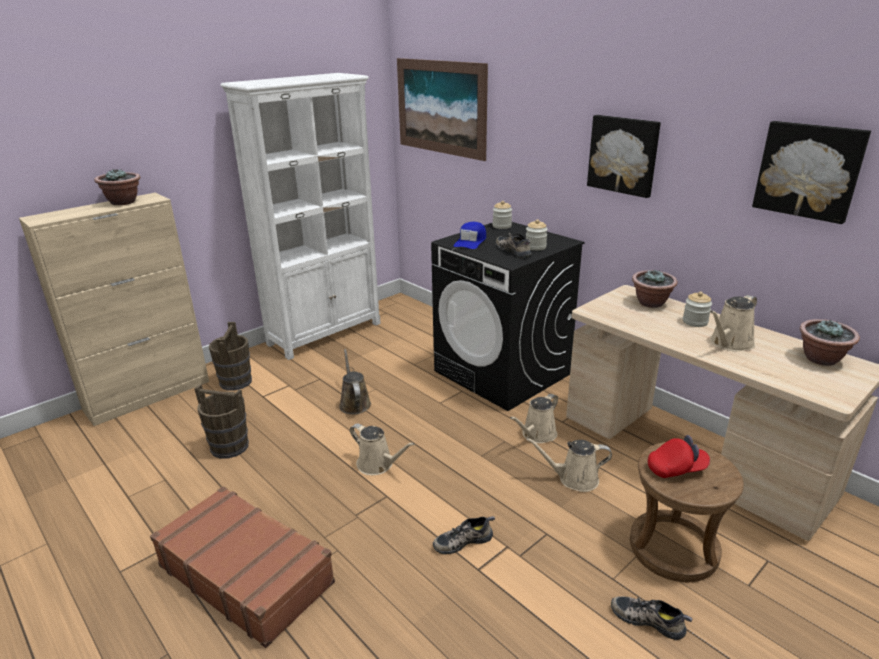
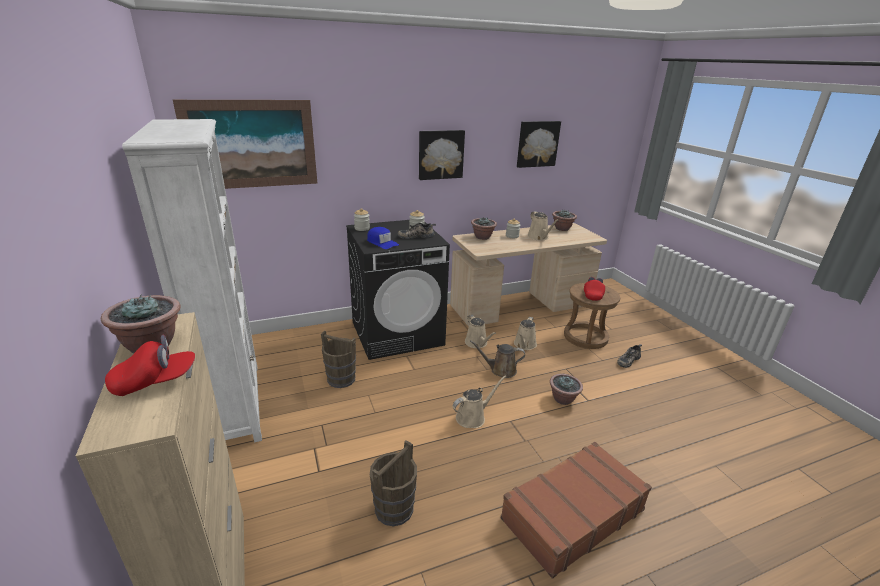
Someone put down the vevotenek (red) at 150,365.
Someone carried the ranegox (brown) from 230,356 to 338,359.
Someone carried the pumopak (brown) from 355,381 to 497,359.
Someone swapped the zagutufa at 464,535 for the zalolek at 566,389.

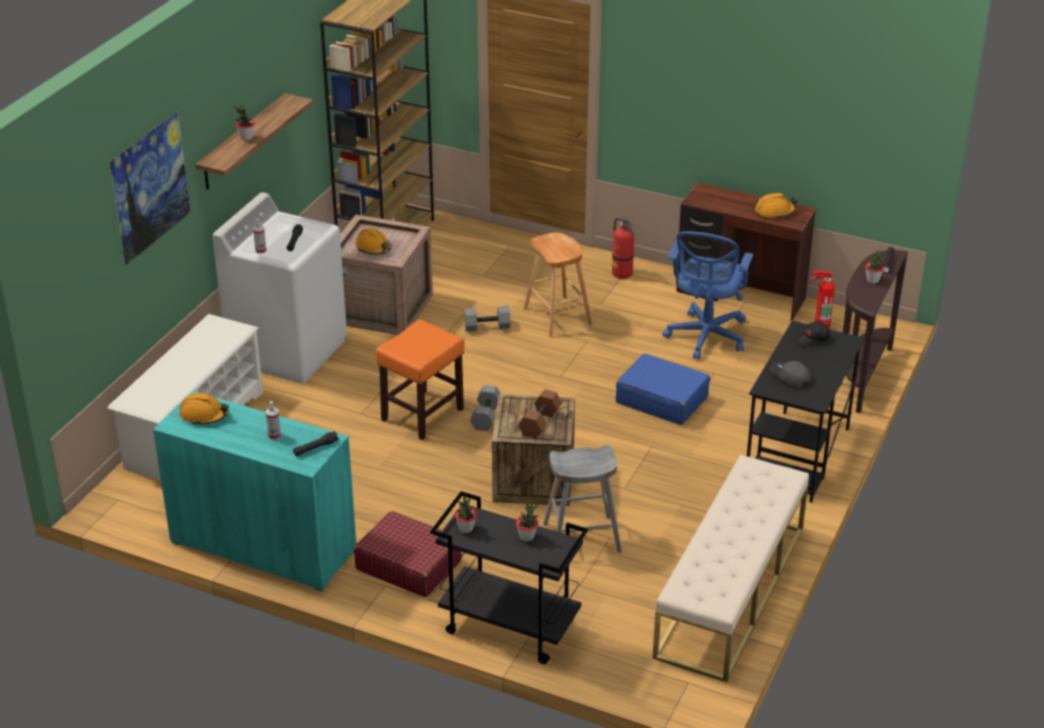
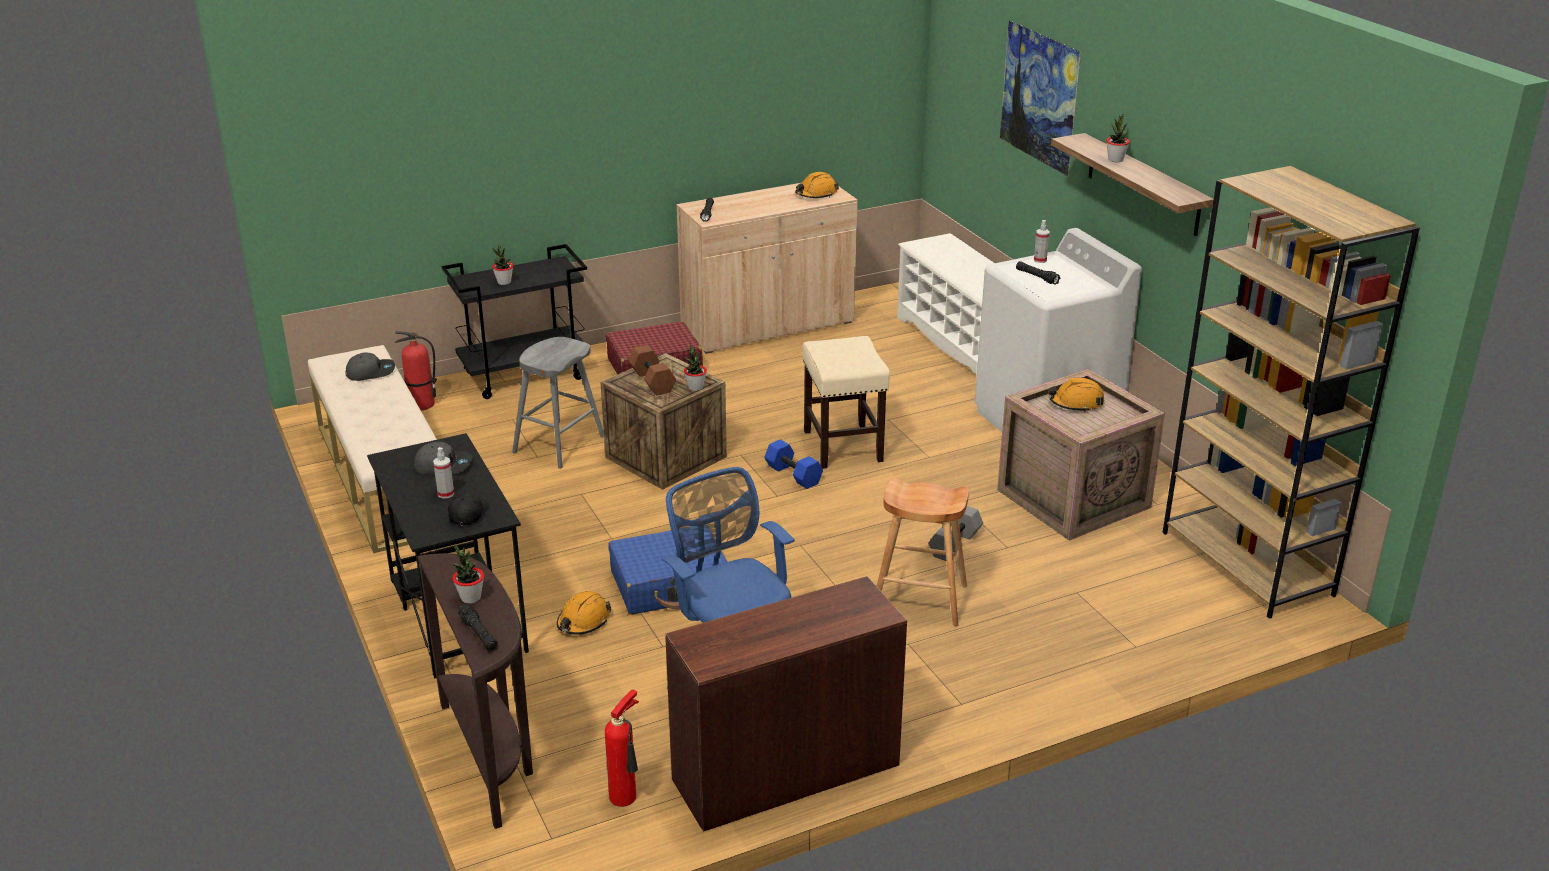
Someone put down the vevotenek (grey) at 370,367.
Someone carried the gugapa from 273,420 to 443,472.
Someone carried the zalolek from 465,514 to 695,367.
Someone carried the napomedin from 623,248 to 416,370.
Someone carried the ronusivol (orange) from 776,206 to 583,613.
Someone repainted the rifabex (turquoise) at 254,491, which became the rifabex (beige) at 767,268.
Someone repainted the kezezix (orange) at 420,379, which became the kezezix (beige) at 846,402.
Someone repainted the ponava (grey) at 485,408, which became the ponava (blue) at 793,464.

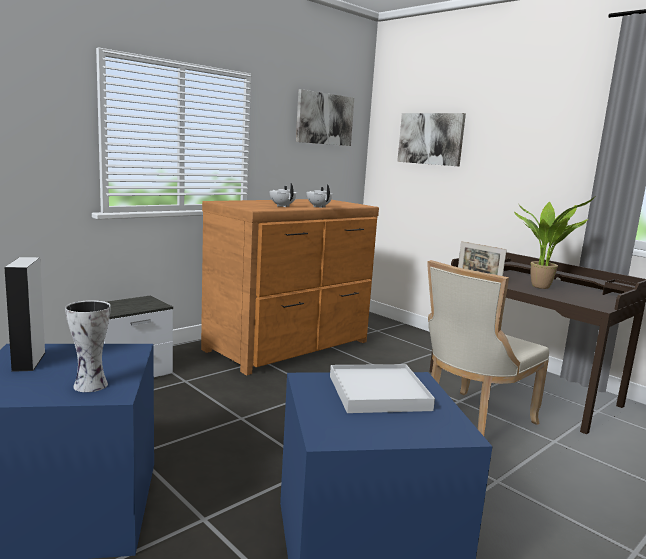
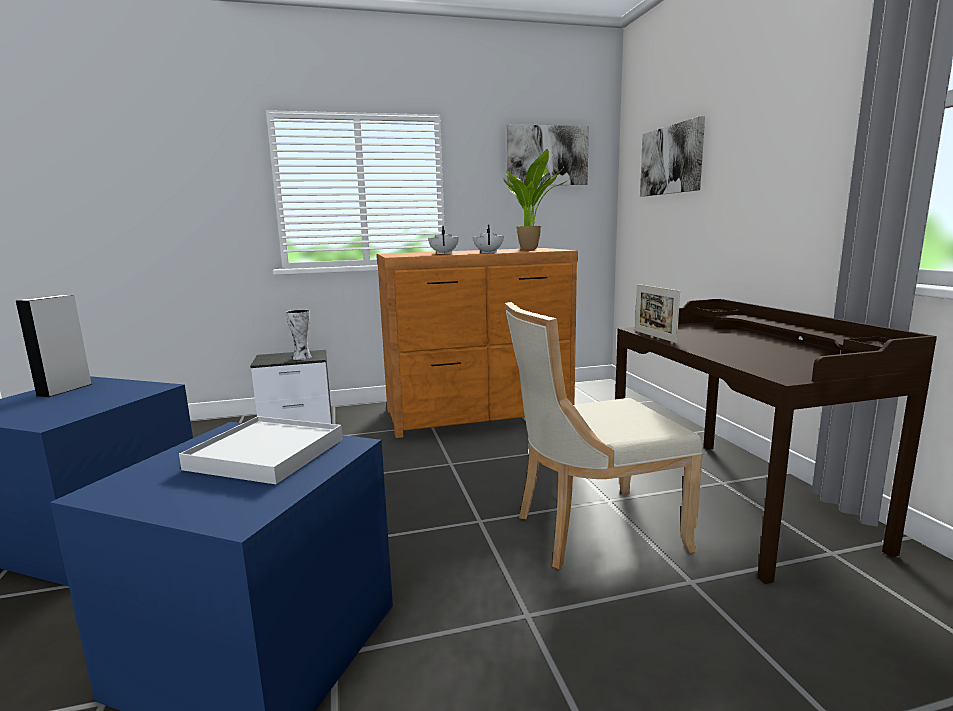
Someone carried the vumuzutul from 88,346 to 298,334.
Someone carried the zalolek from 555,242 to 536,199.

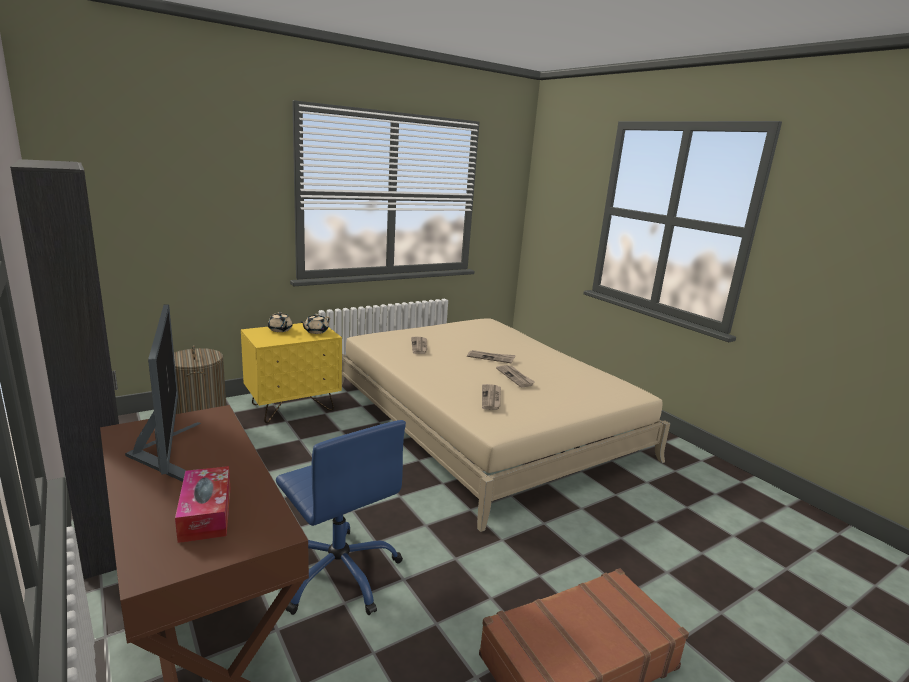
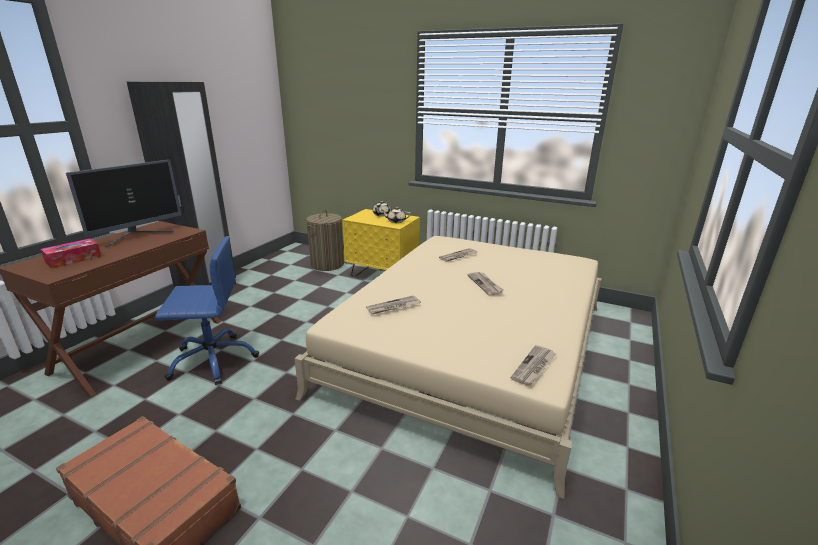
Someone carried the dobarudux from 515,376 to 533,365.
Someone rotated the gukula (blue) at 341,517 by 120 degrees counterclockwise.

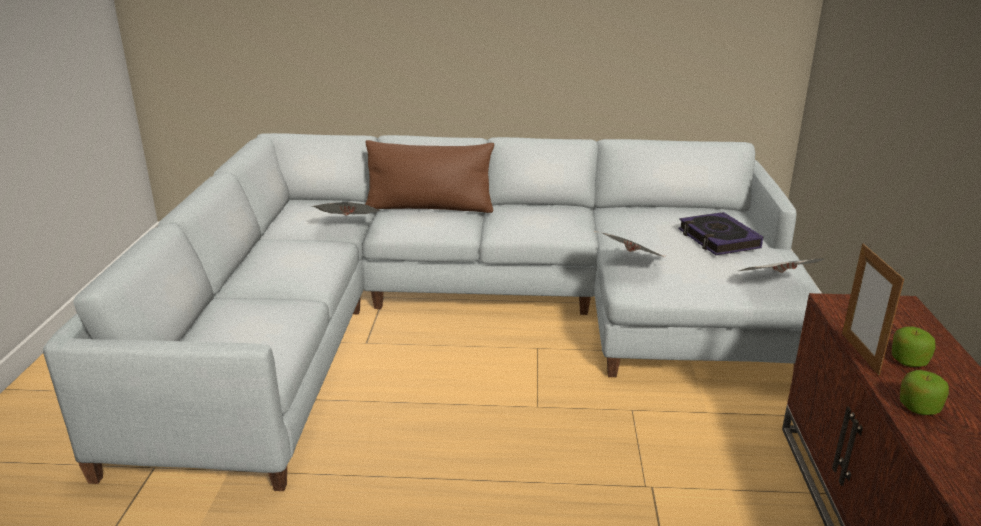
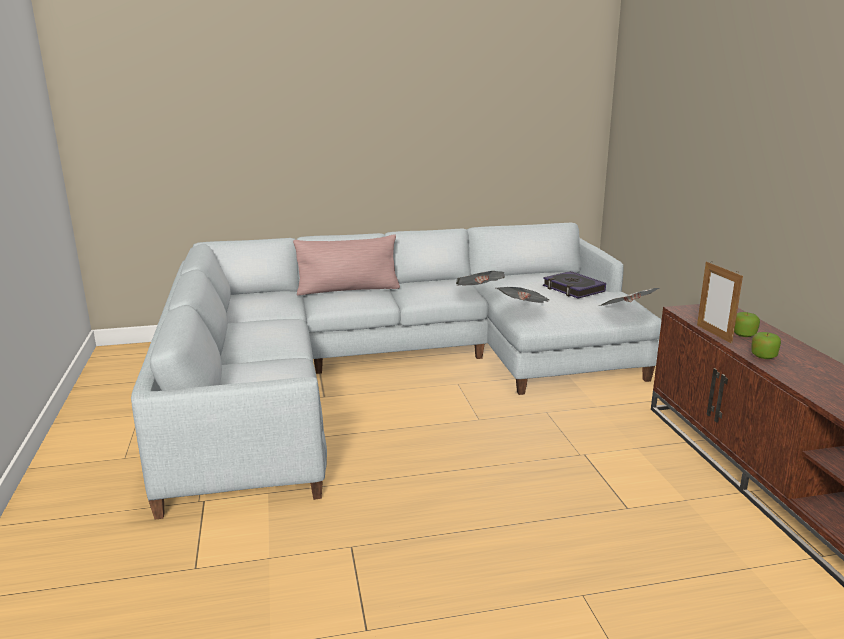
Someone carried the dobarudux from 346,209 to 480,278.
Someone repainted the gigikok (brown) at 429,176, which became the gigikok (pink) at 346,265.

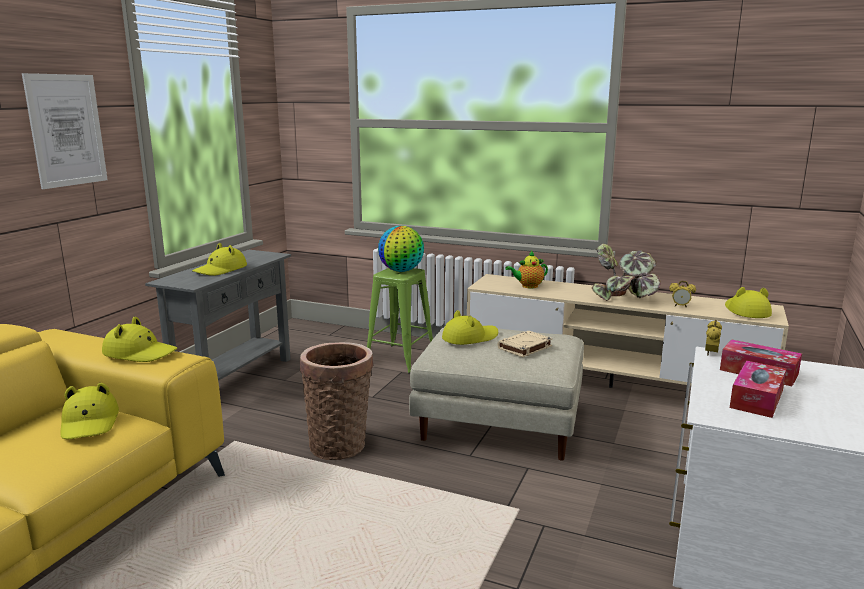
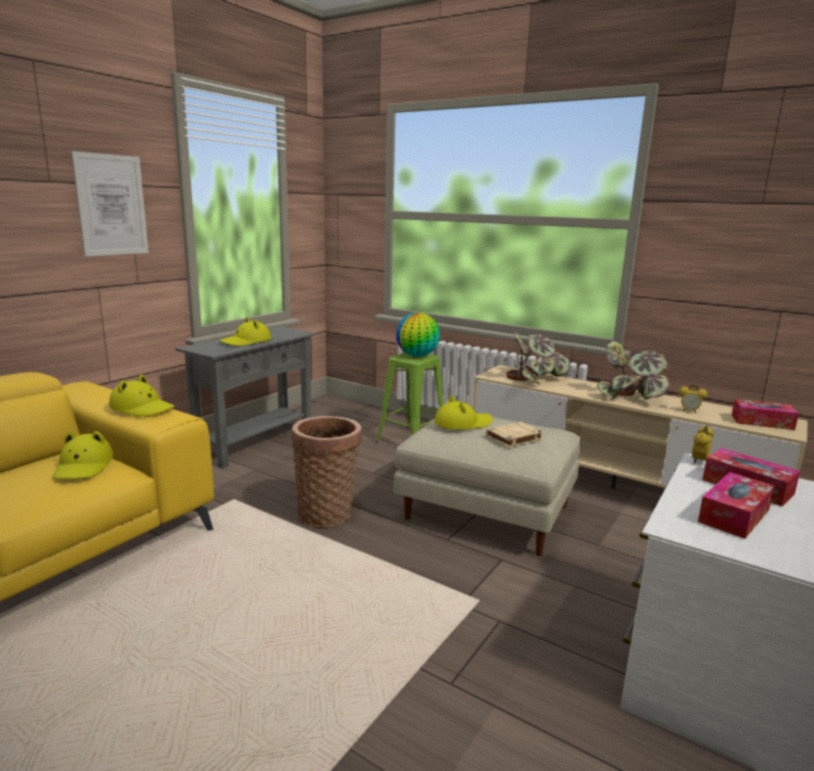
Someone swapped the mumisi at 526,269 for the zalolek at 538,358.
Someone swapped the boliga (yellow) at 748,302 for the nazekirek at 765,414.

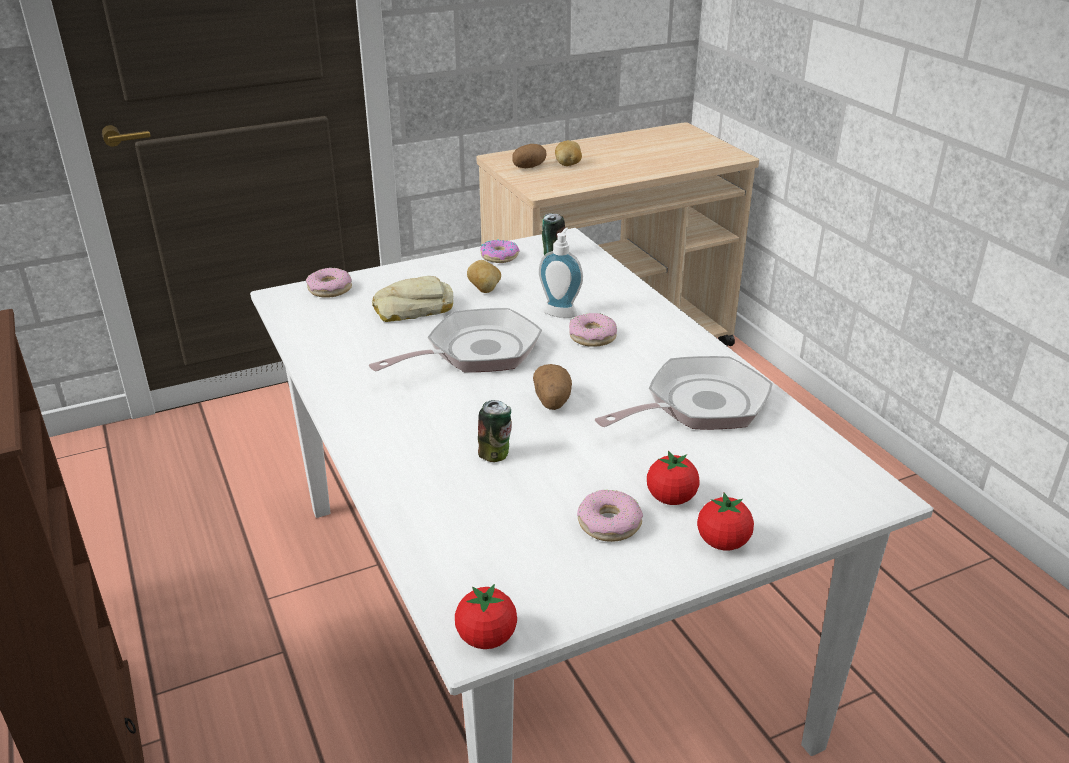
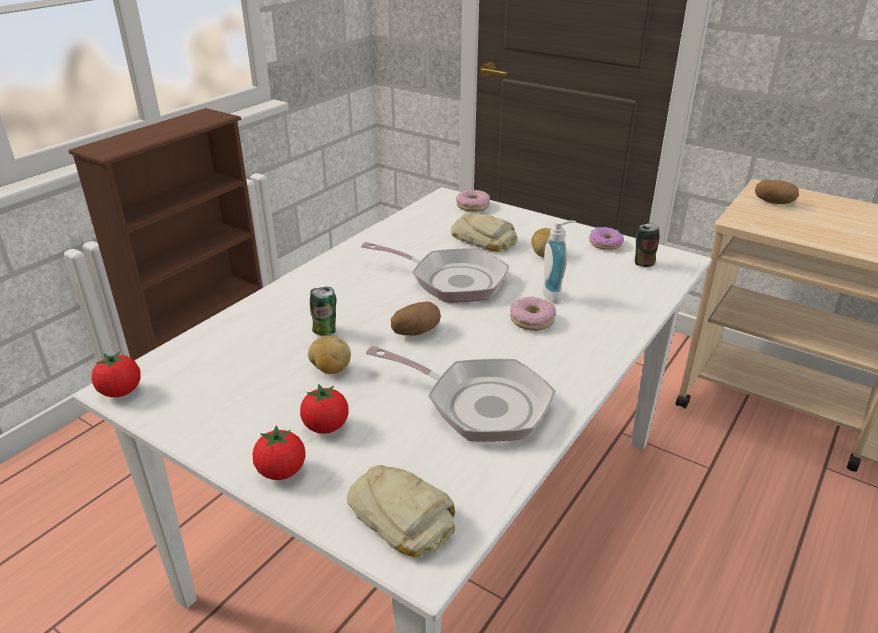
Someone took away the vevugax at 610,516.
Someone put down the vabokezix at 401,511.
Someone carried the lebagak from 568,153 to 329,355.

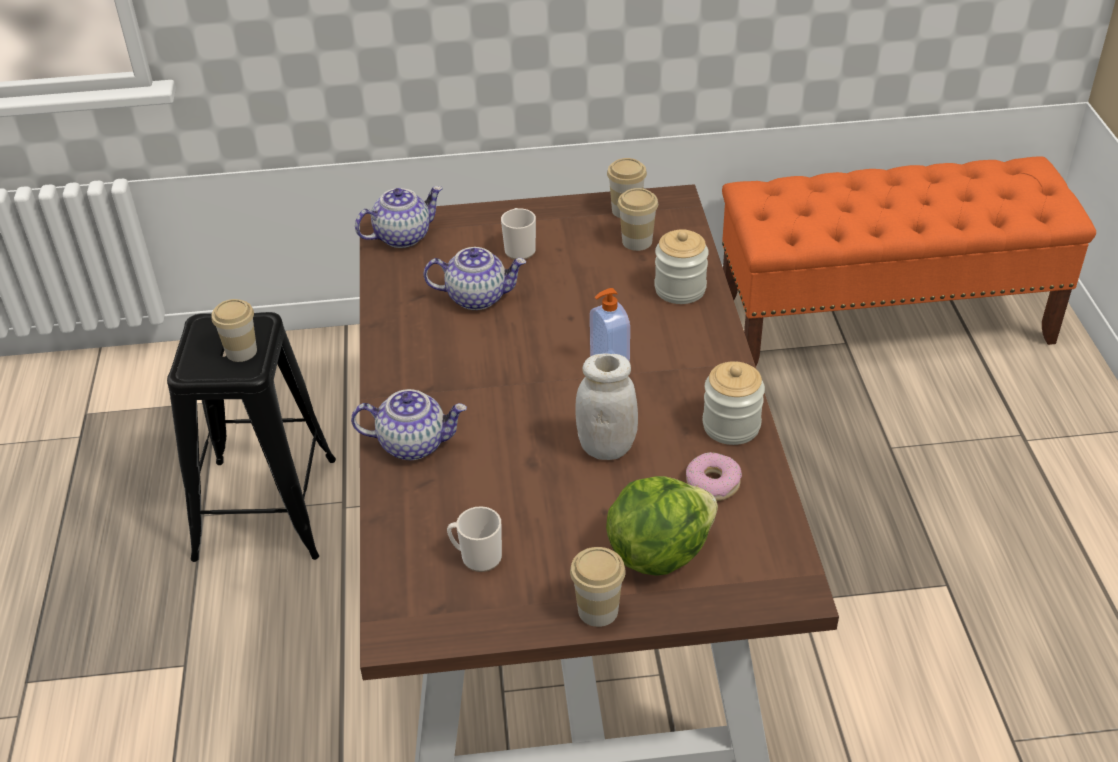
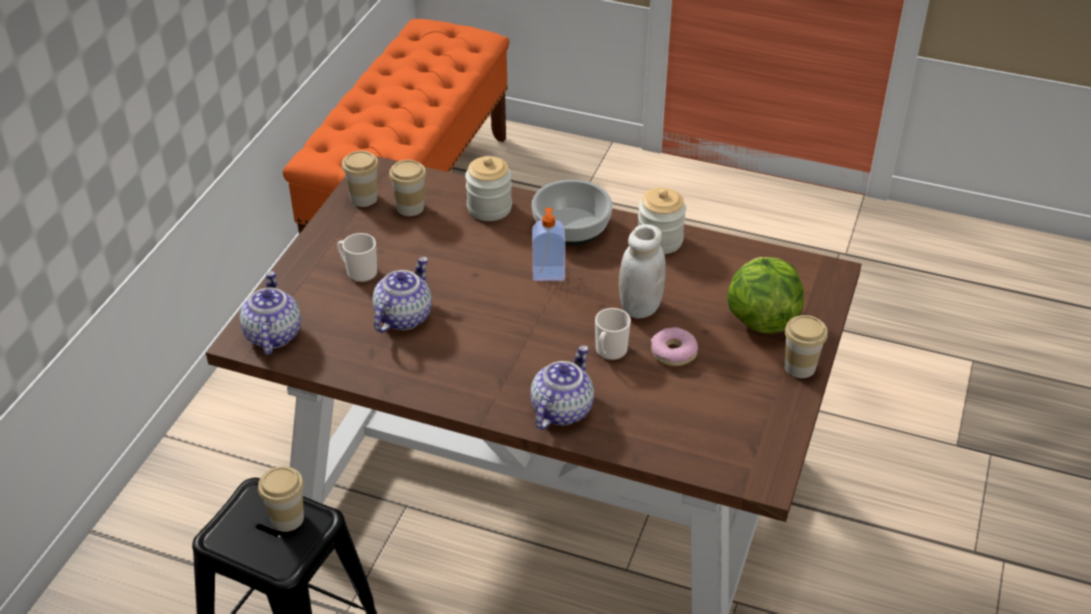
Someone put down the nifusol at 572,213.
Someone carried the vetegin from 474,539 to 613,334.
Someone carried the vevugax from 714,476 to 674,346.

